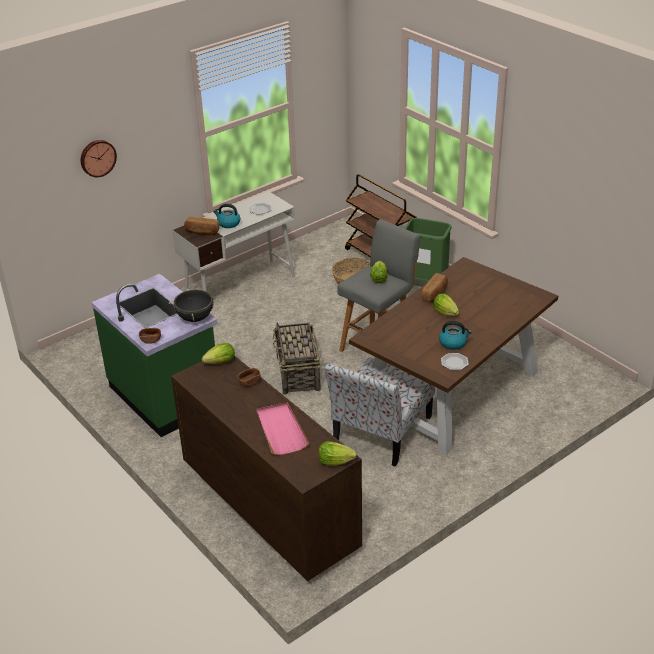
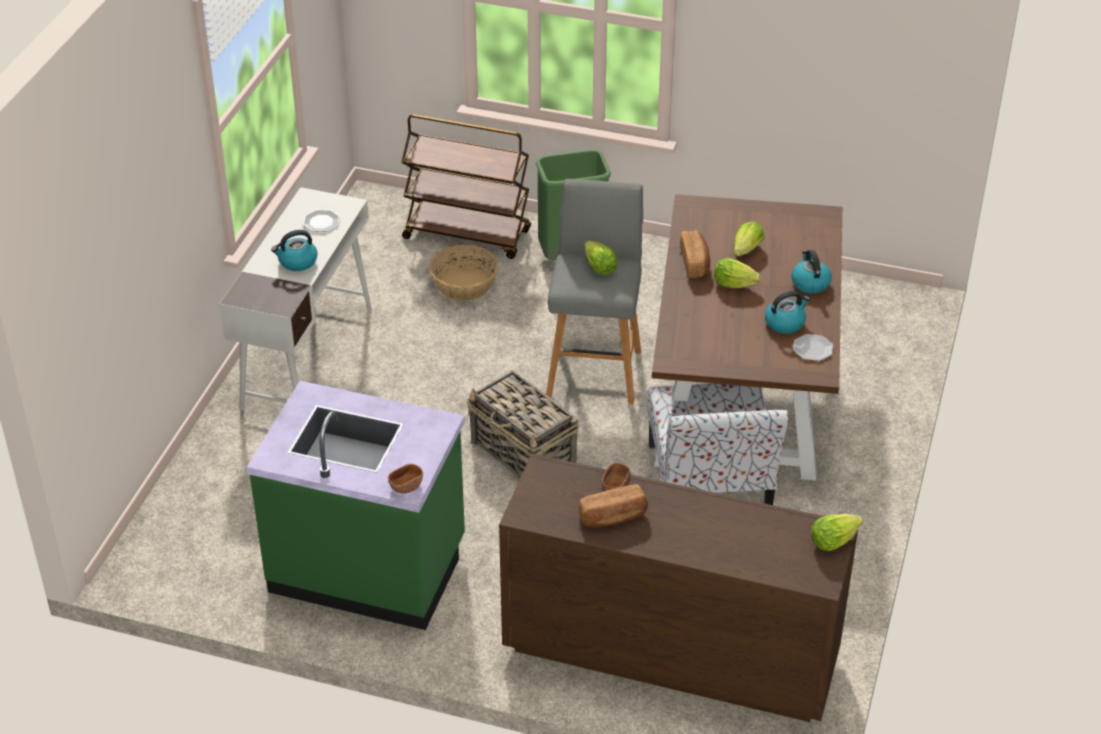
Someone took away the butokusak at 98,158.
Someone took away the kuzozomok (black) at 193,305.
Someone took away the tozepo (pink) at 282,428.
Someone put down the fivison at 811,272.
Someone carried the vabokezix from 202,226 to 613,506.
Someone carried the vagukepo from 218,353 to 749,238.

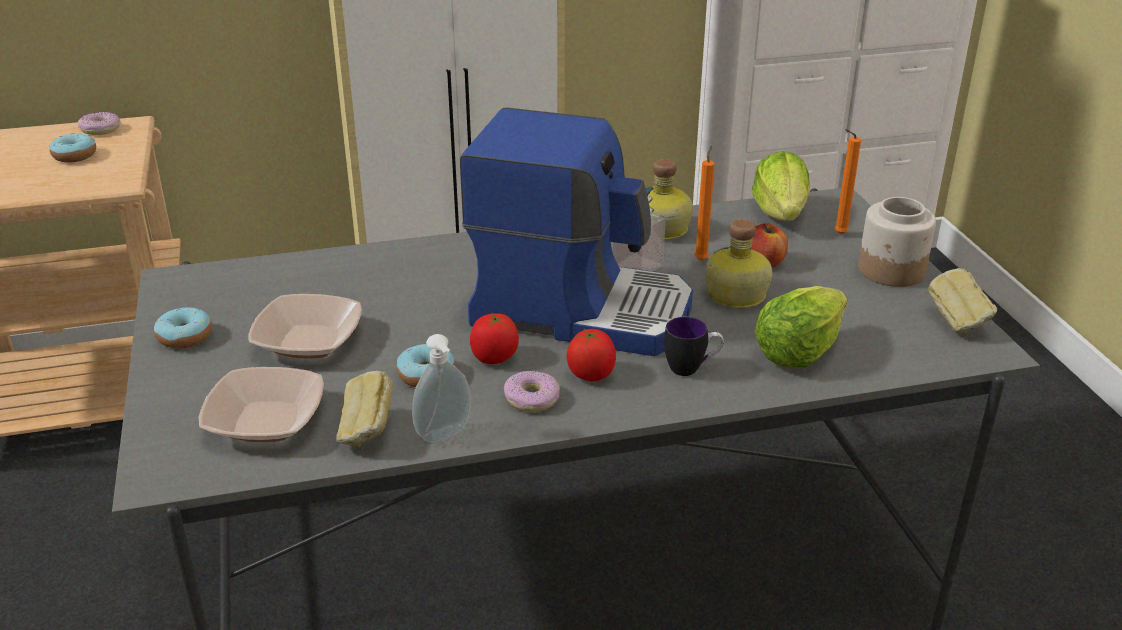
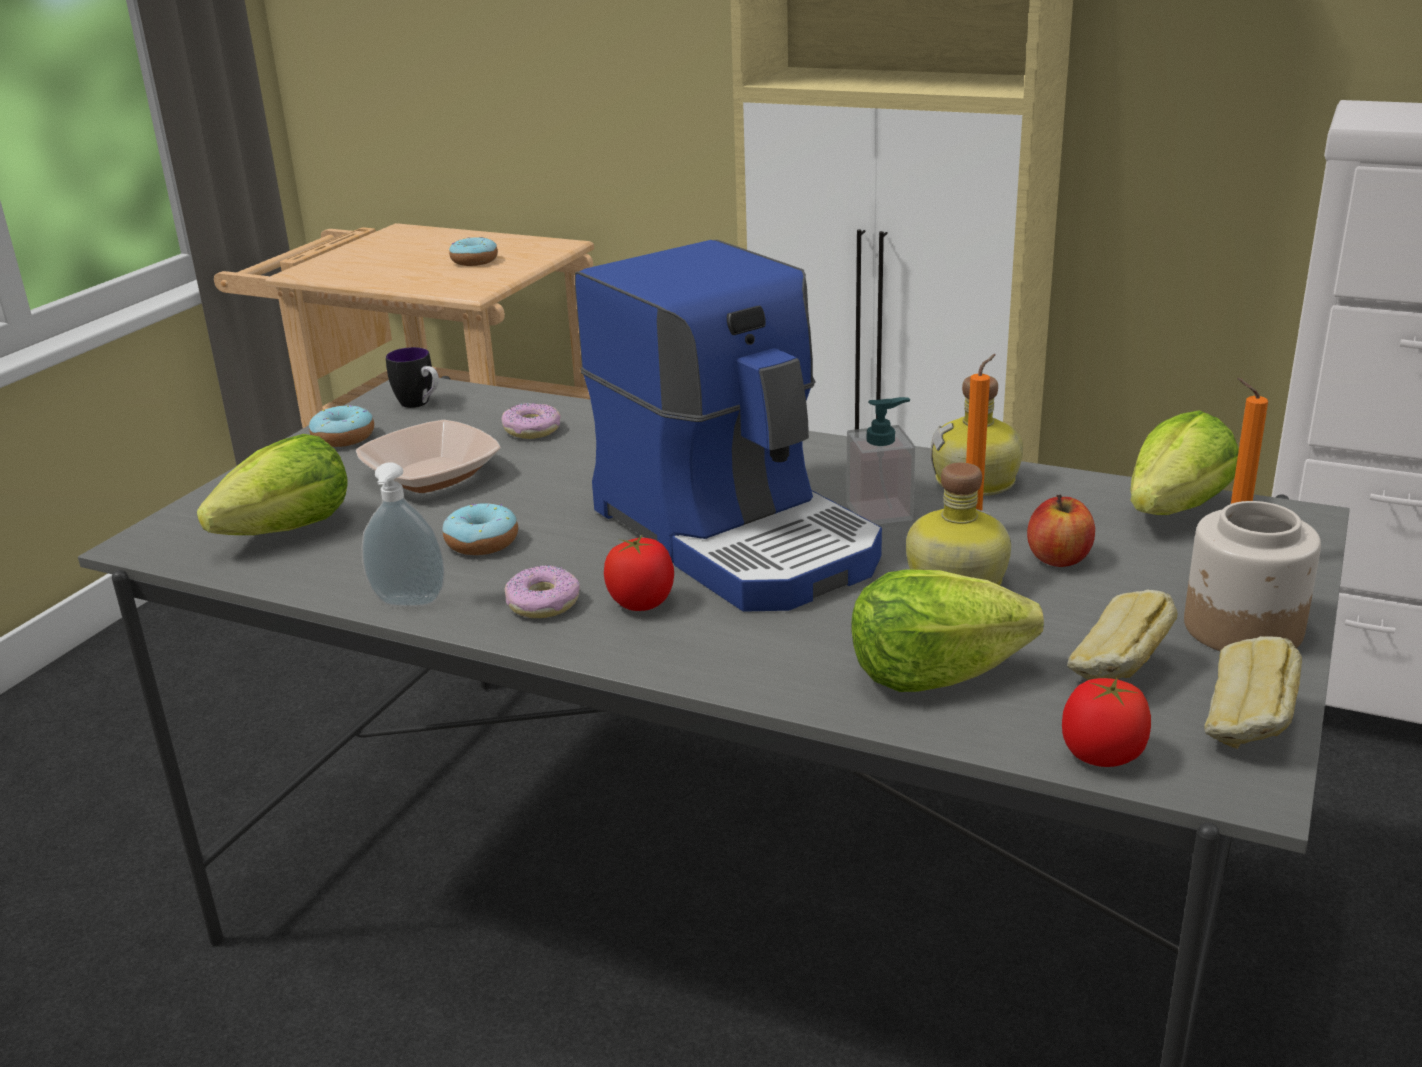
Someone carried the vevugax from 99,123 to 531,421.
Someone carried the vabokezix from 364,409 to 1122,635.
Someone carried the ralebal from 494,338 to 1106,722.
Someone carried the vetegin from 694,346 to 412,377.
Someone swapped the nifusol at 261,404 for the vagukepo at 272,484.

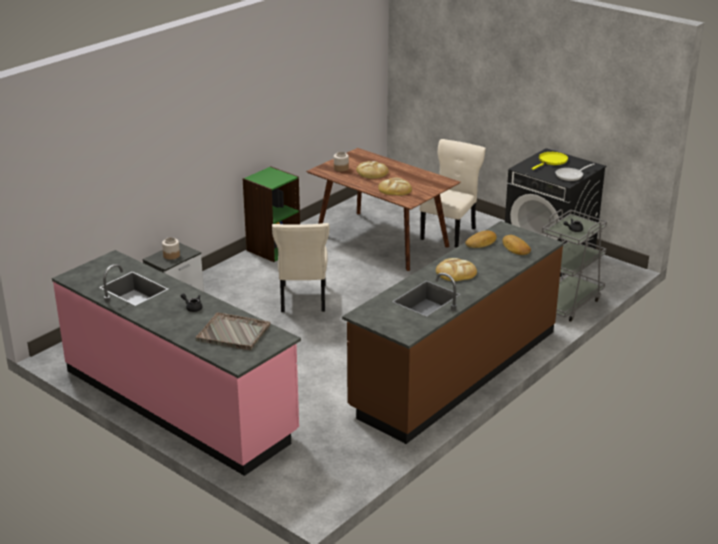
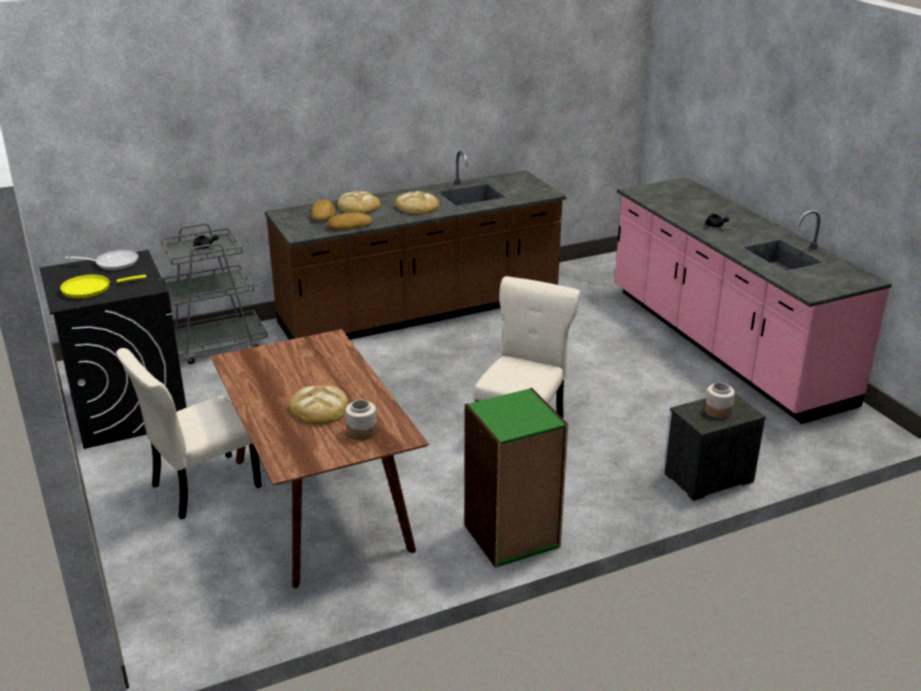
Someone took away the tozepo (grey) at 232,331.
Someone carried the vabokezix from 395,187 to 359,202.

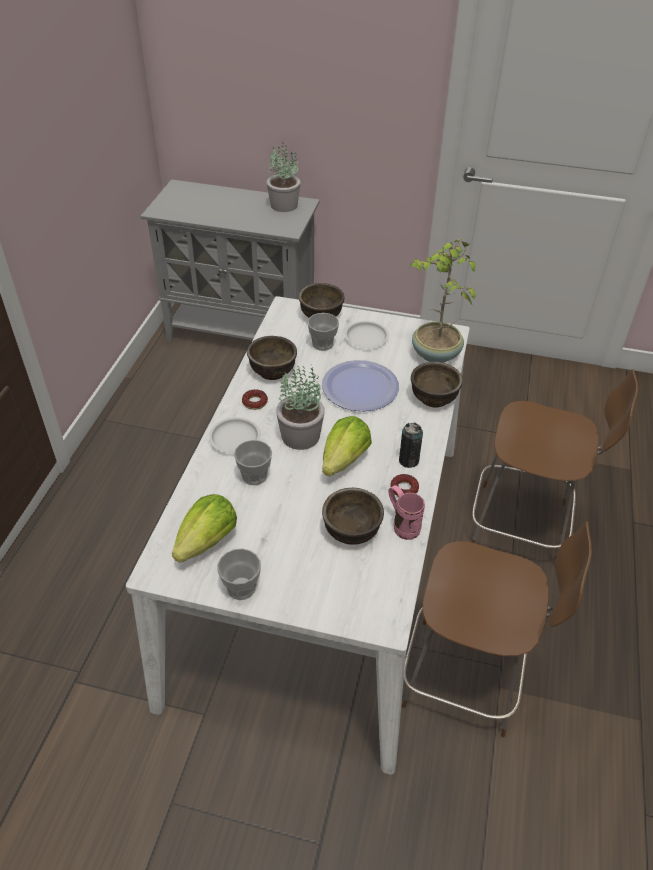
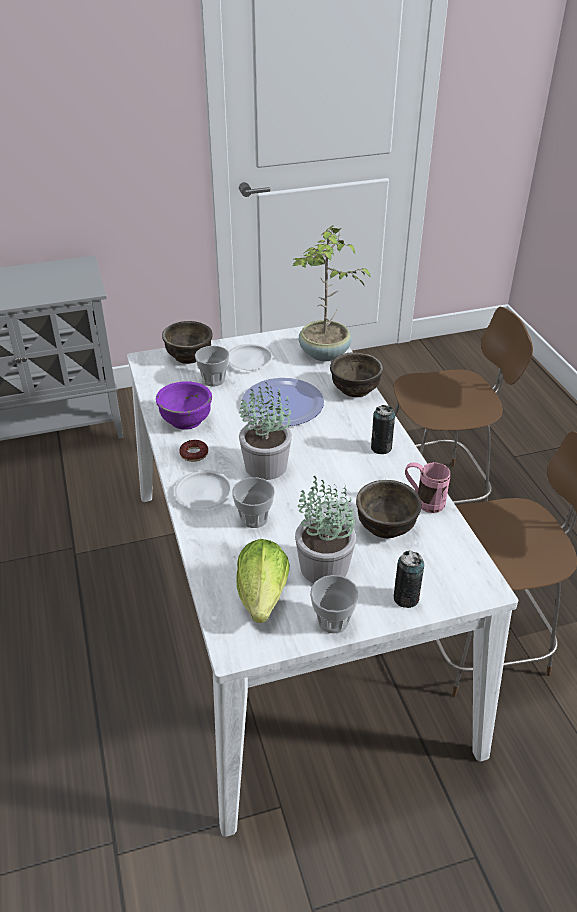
Someone took away the vagukepo at 347,446.
Someone took away the vevugax at 404,485.
Someone put down the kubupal at 409,579.
Someone carried the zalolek from 283,177 to 325,529.
Someone repainted the nifusol (brown) at 272,358, which became the nifusol (purple) at 184,405.

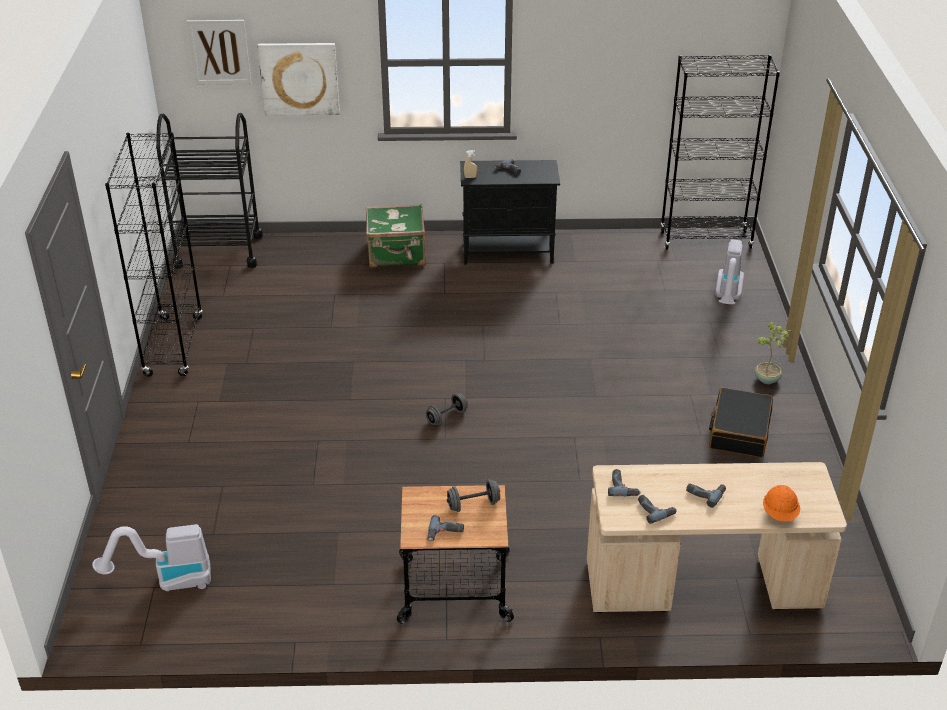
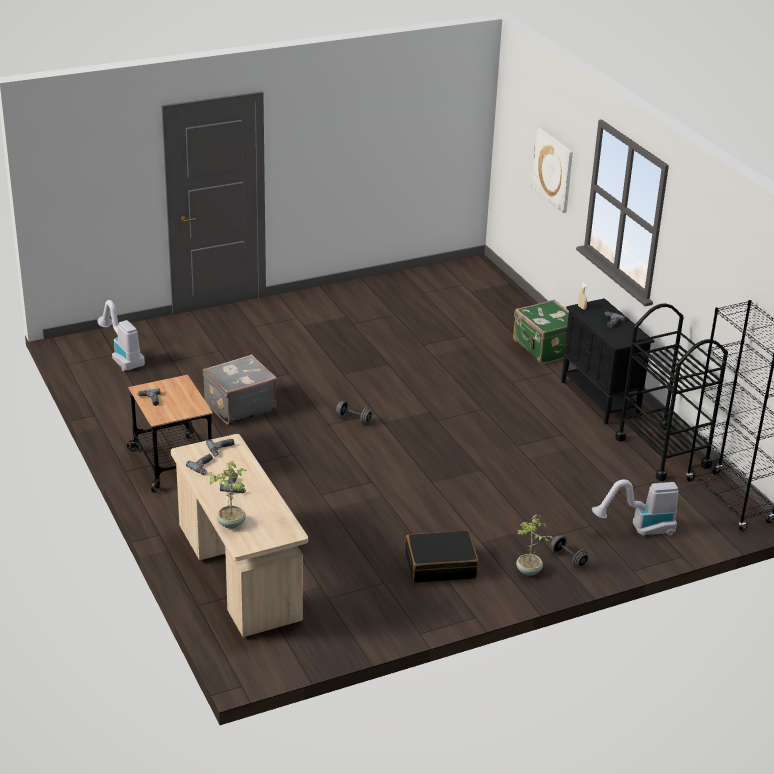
Someone took away the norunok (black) at 154,254.
Someone took away the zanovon at 219,52.
Someone put down the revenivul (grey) at 240,389.
Someone carried the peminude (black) from 209,191 to 671,392.
Someone carried the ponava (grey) from 473,495 to 569,551.
Someone swapped the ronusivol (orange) at 781,503 for the zalolek at 226,495.

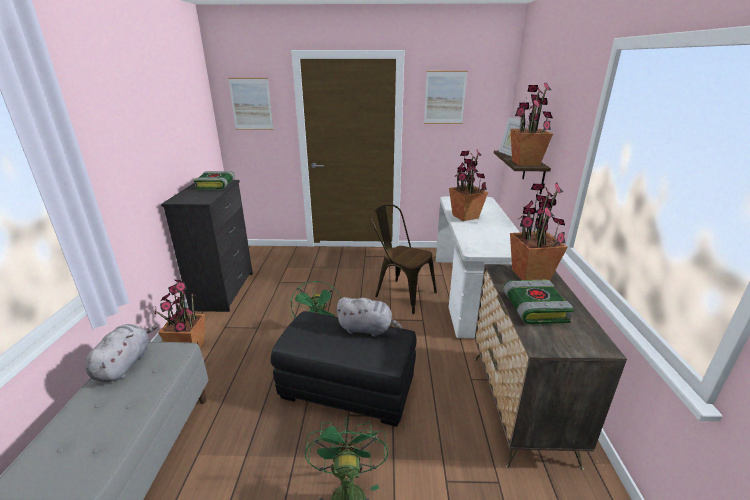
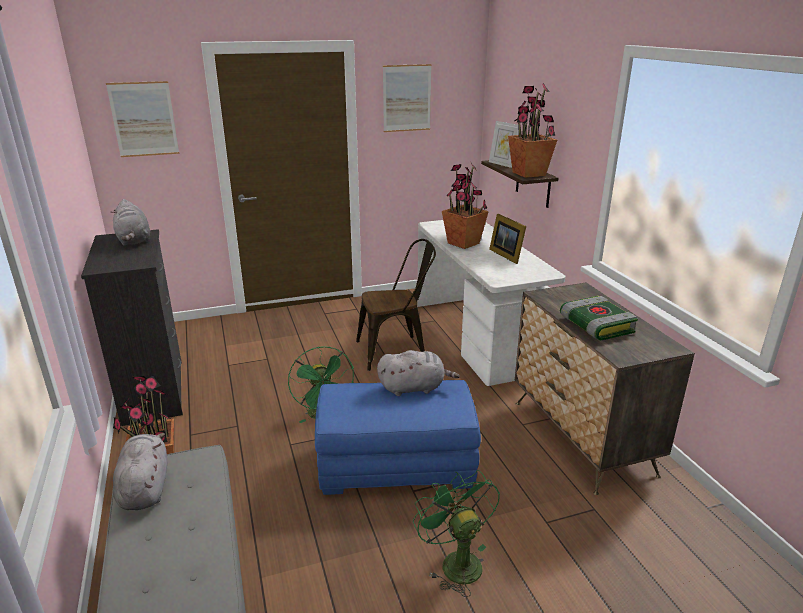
Someone took away the zalolek at 538,231.
Someone put down the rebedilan at 507,239.
Someone swapped the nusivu at 214,180 for the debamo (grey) at 131,222.
Someone repainted the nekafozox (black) at 343,369, which became the nekafozox (blue) at 398,437.
Someone rotated the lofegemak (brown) at 404,259 by 150 degrees clockwise.

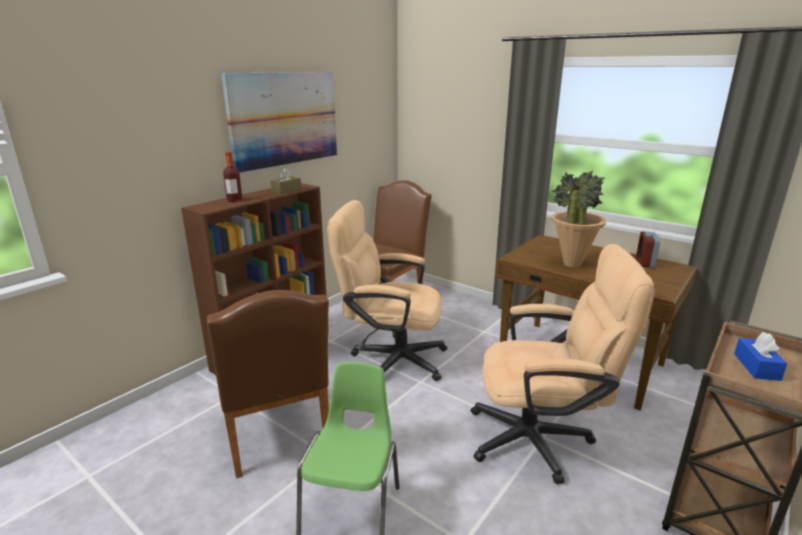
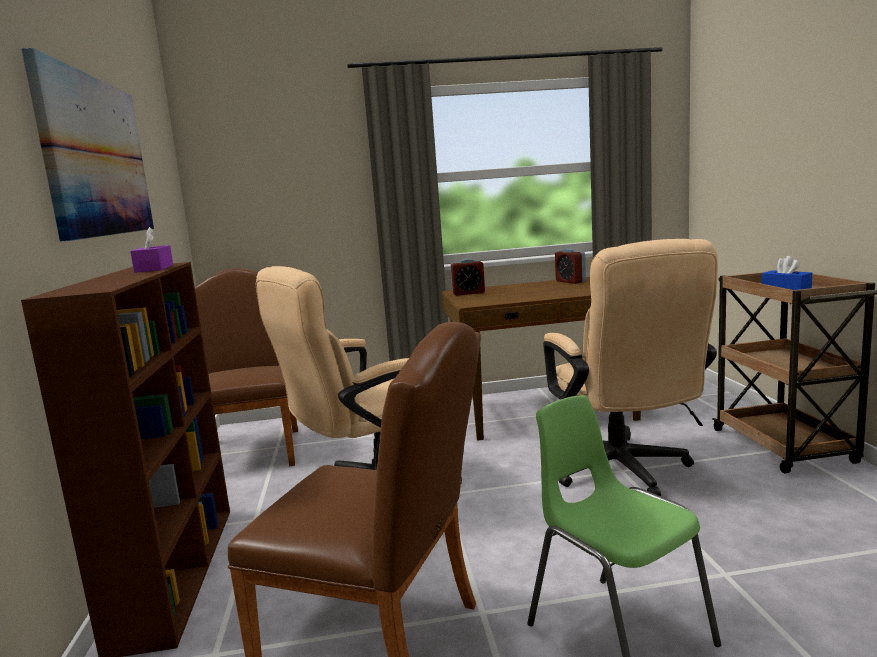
Someone took away the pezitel at 232,176.
Someone took away the zalolek at 579,218.
Someone put down the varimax at 467,277.
Someone repainted the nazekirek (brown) at 285,181, which became the nazekirek (purple) at 151,250.
Someone rotated the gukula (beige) at 562,364 by 120 degrees clockwise.

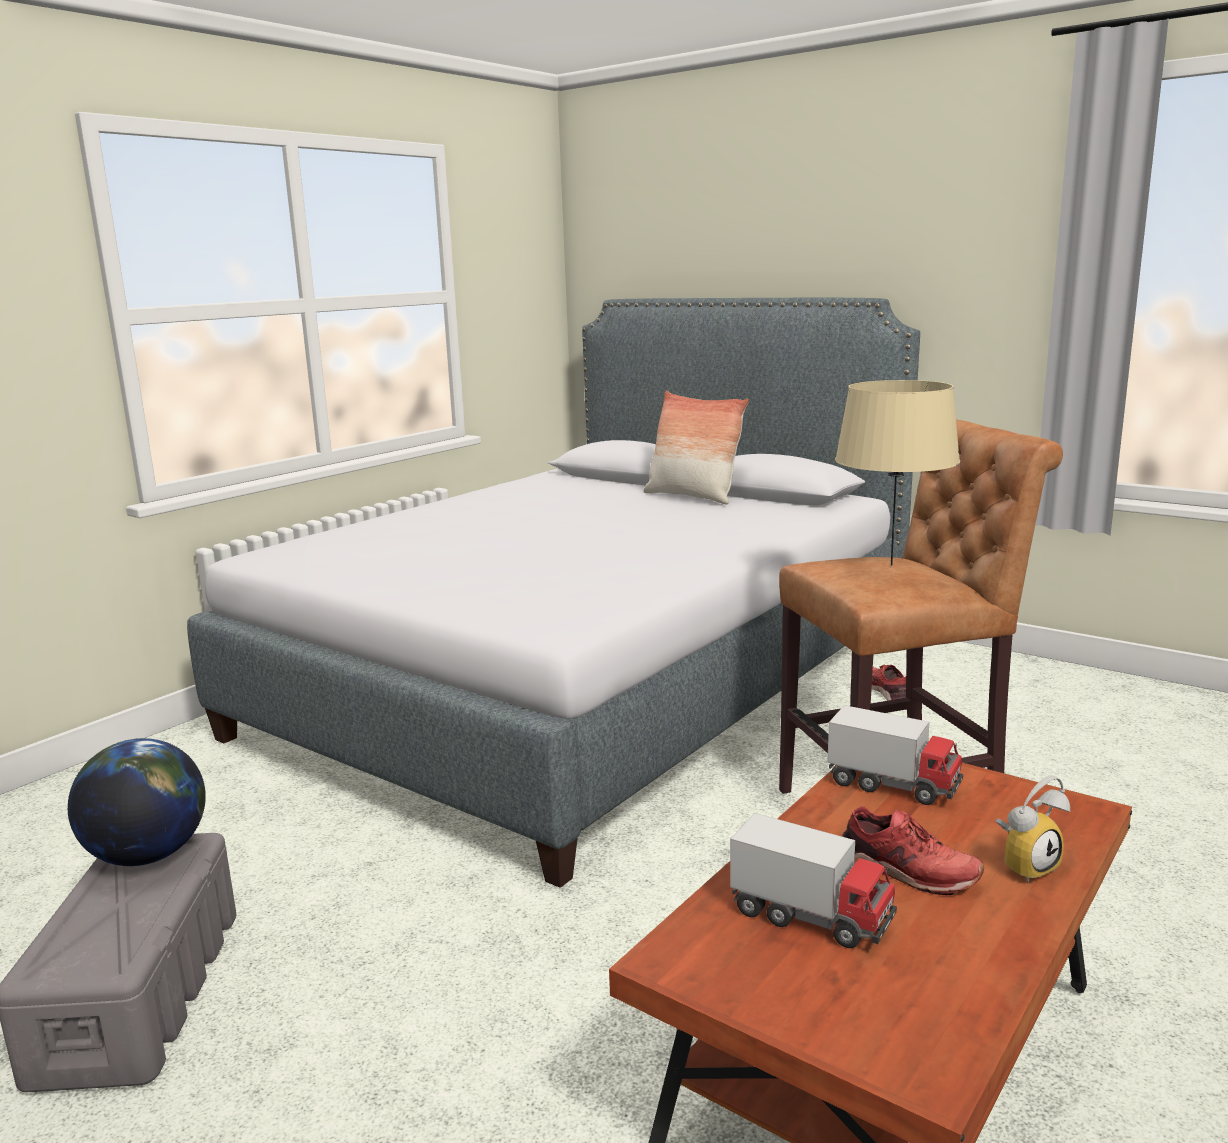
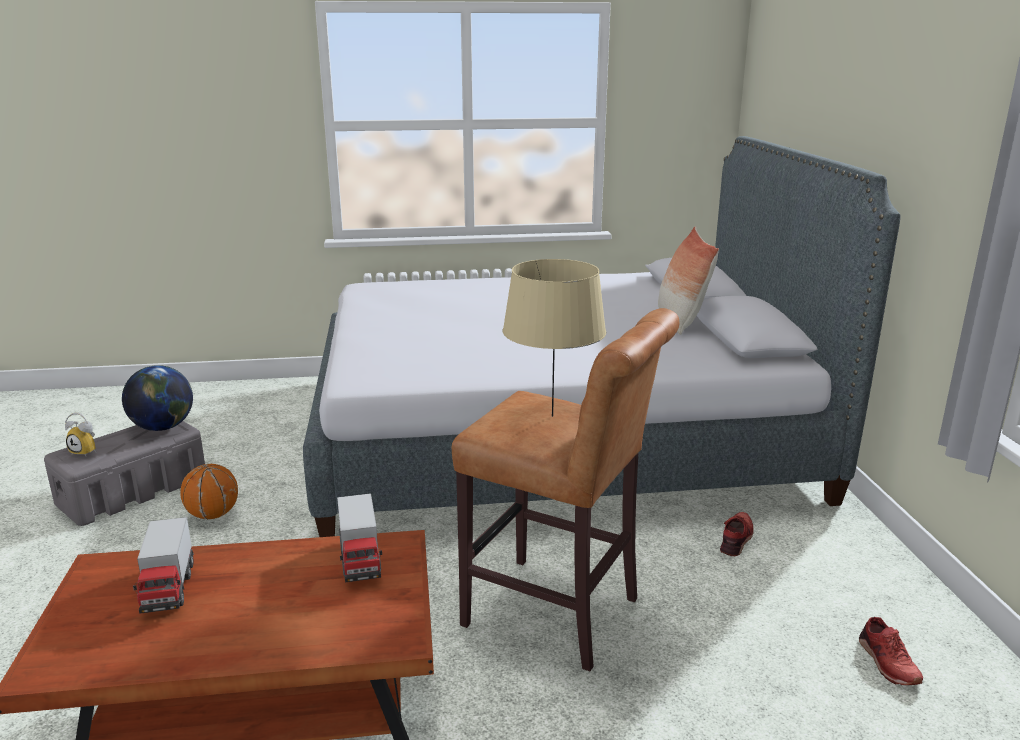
Someone put down the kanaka at 209,491.
Someone carried the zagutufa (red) from 913,850 to 891,651.
Someone carried the varimax from 1032,829 to 81,434.

